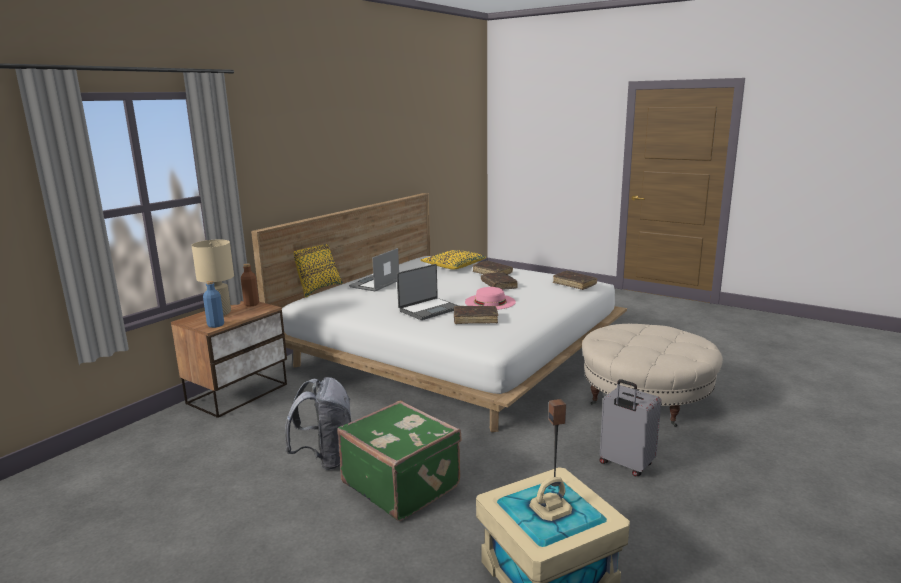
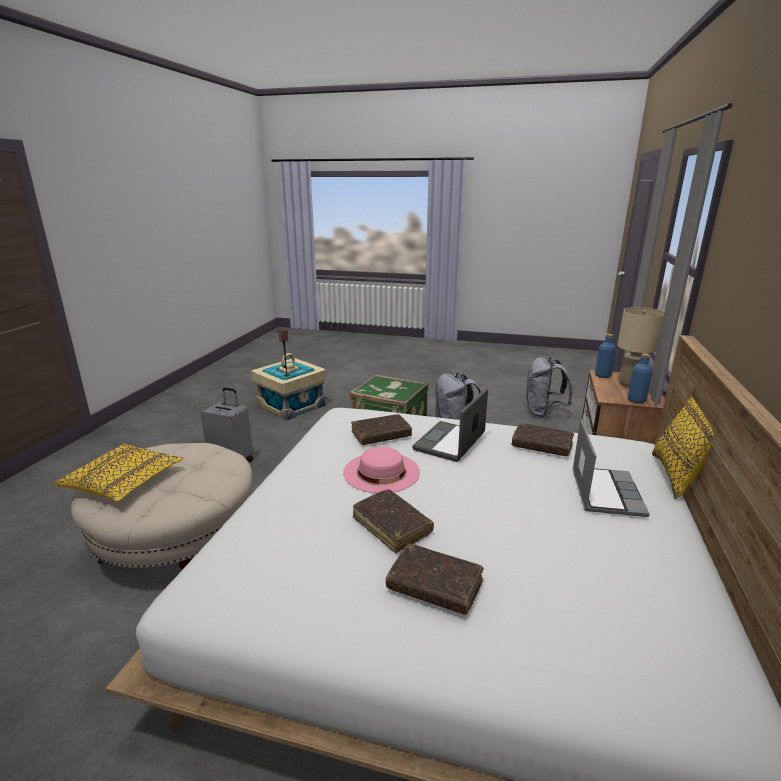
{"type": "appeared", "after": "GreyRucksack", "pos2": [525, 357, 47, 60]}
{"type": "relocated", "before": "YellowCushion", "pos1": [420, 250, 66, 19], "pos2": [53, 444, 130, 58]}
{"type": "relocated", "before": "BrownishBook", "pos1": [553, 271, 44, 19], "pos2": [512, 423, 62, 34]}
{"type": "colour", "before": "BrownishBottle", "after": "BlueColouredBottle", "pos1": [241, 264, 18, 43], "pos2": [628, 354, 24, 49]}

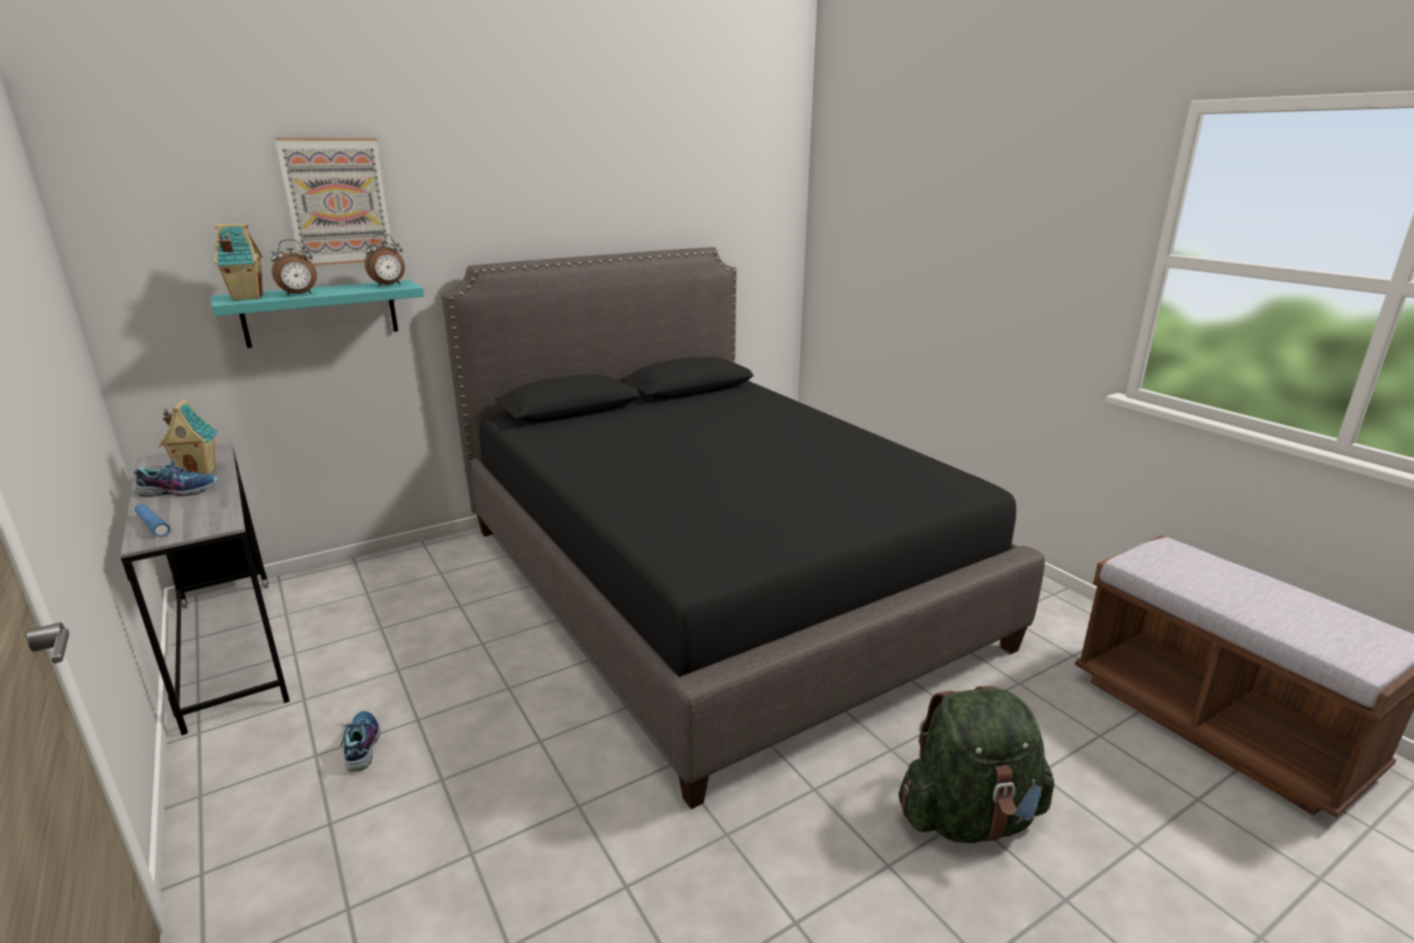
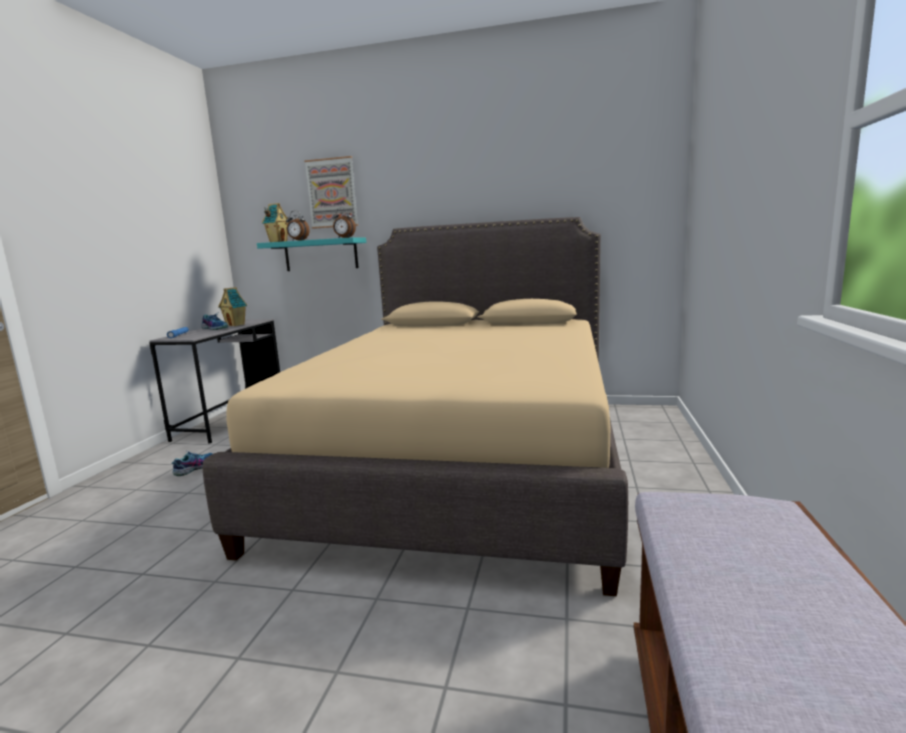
{"type": "missing", "before": "GreenColouredRucksack", "pos1": [899, 686, 155, 157]}
{"type": "colour", "before": "BlackColouredBedroomBed", "after": "BeigeBedroomBed", "pos1": [441, 247, 604, 562], "pos2": [203, 217, 425, 379]}

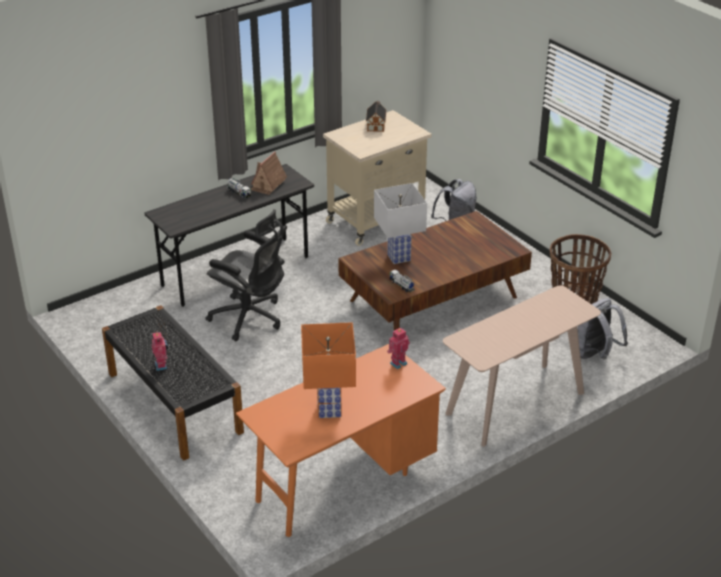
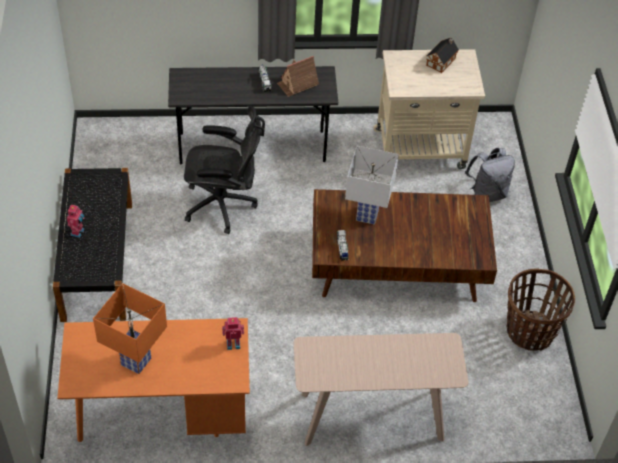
{"type": "missing", "before": "GreyRucksack", "pos1": [578, 298, 50, 62]}
{"type": "spun", "before": "DeskChair", "pos1": [205, 209, 82, 132], "pos2": [184, 106, 81, 128], "turn": -60}

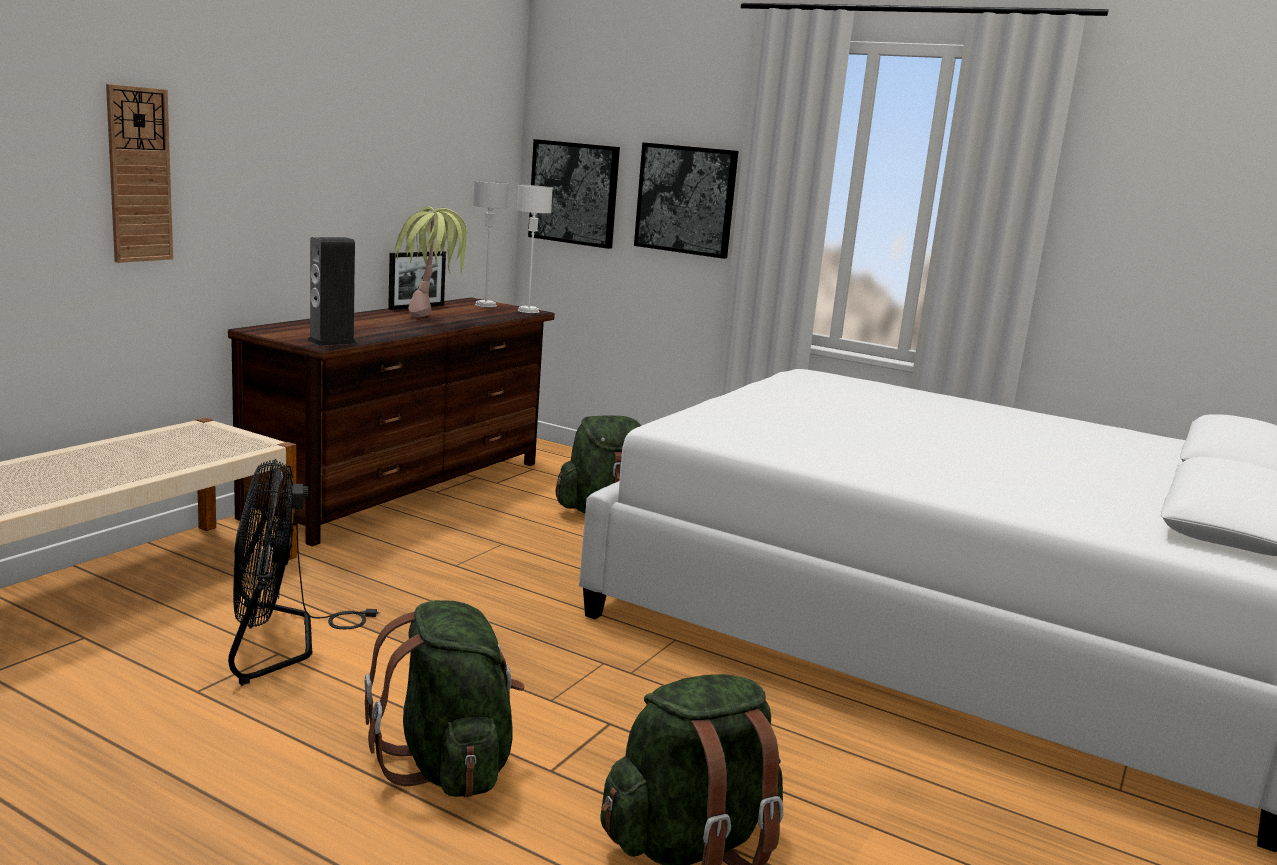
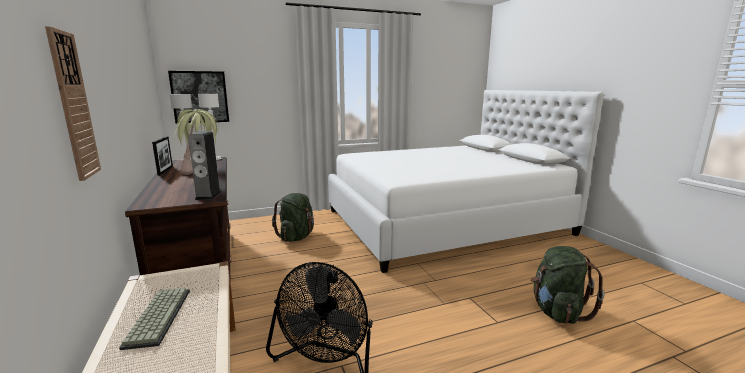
{"type": "missing", "before": "GreenColouredRucksack", "pos1": [364, 600, 161, 198]}
{"type": "missing", "before": "Picture", "pos1": [634, 142, 104, 117]}
{"type": "appeared", "after": "PcKeyboard", "pos2": [119, 288, 71, 62]}

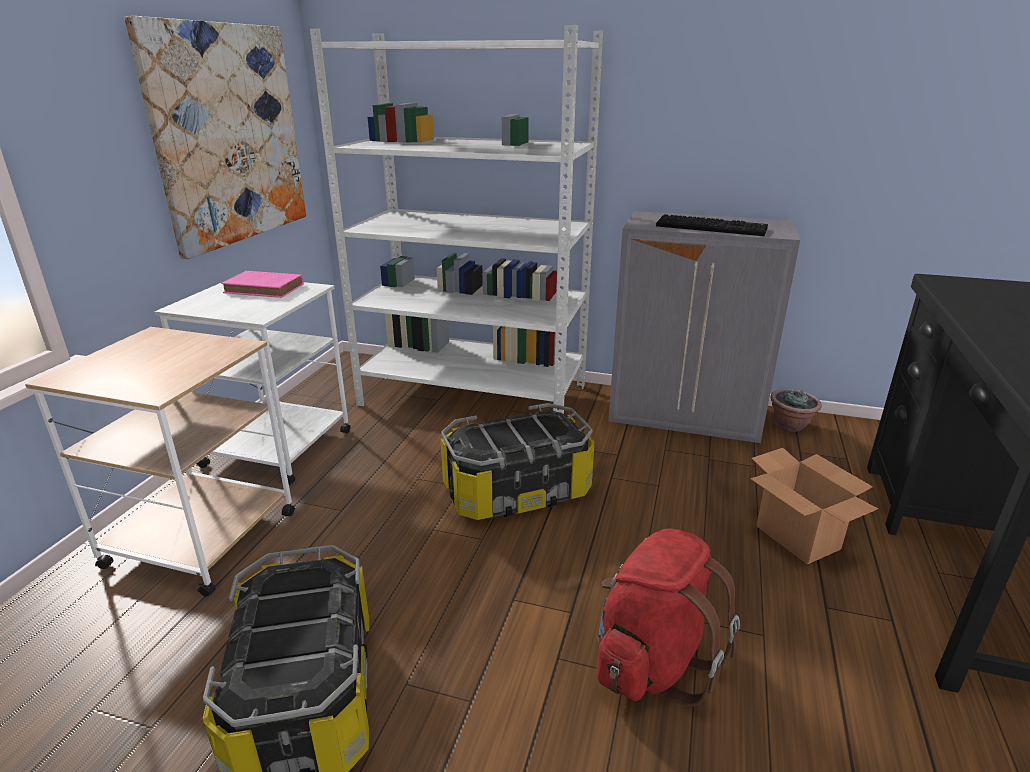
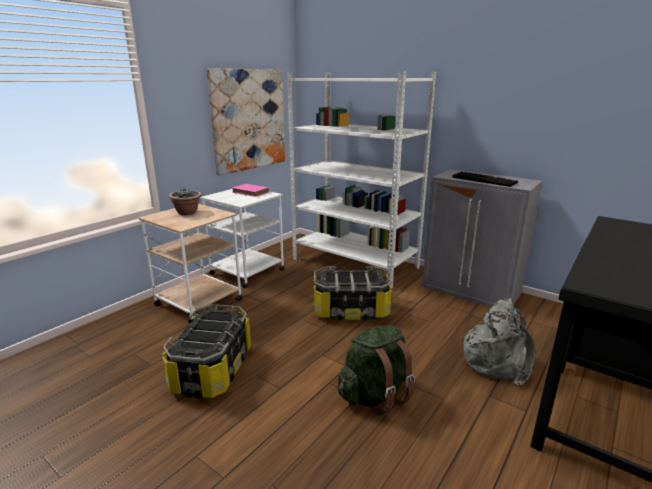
{"type": "relocated", "before": "PottedPlant", "pos1": [770, 389, 52, 43], "pos2": [169, 188, 33, 27]}
{"type": "exchanged", "before": "CardboardBox", "after": "GreyRucksack", "pos1": [750, 448, 128, 117], "pos2": [461, 298, 74, 88]}
{"type": "colour", "before": "RedColouredRucksack", "after": "GreenColouredRucksack", "pos1": [597, 529, 143, 178], "pos2": [338, 325, 77, 91]}

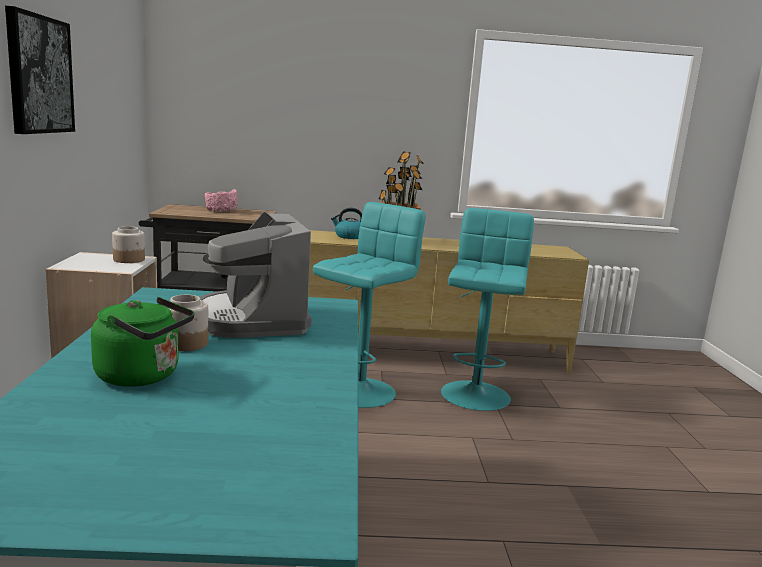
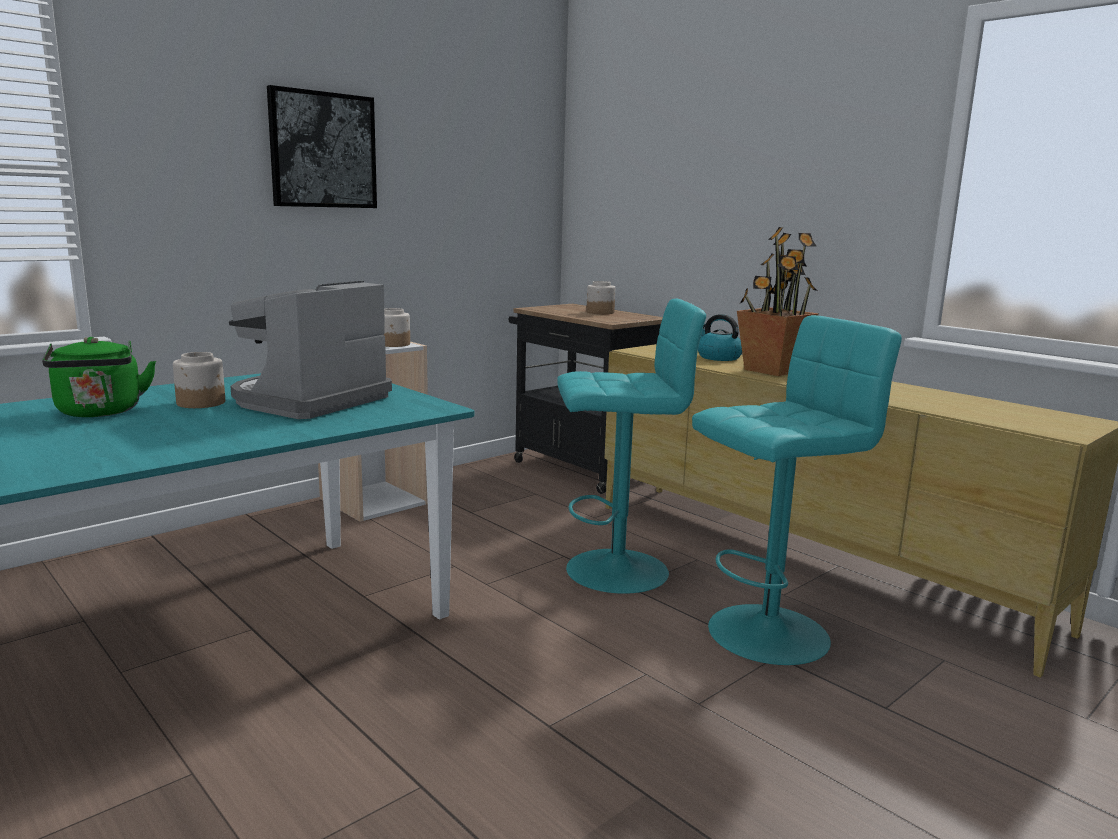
{"type": "exchanged", "before": "PinkServingBowl", "after": "Jar", "pos1": [205, 189, 33, 23], "pos2": [586, 281, 29, 33]}

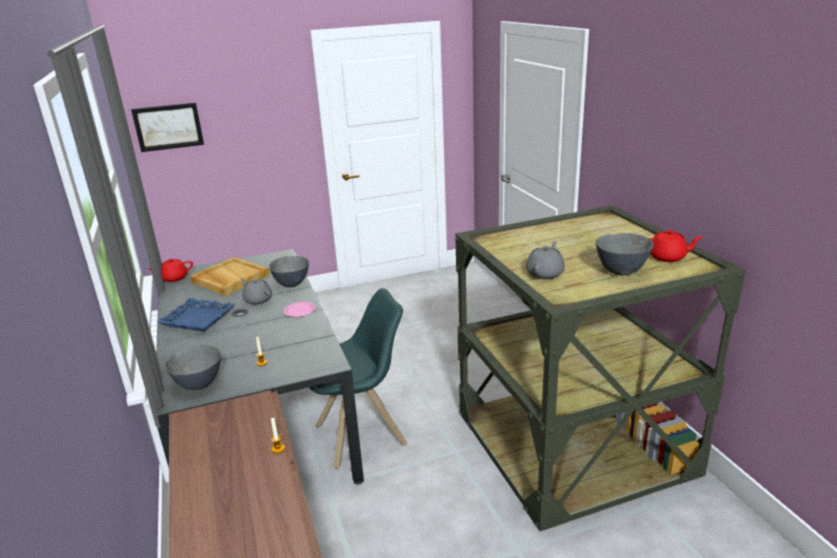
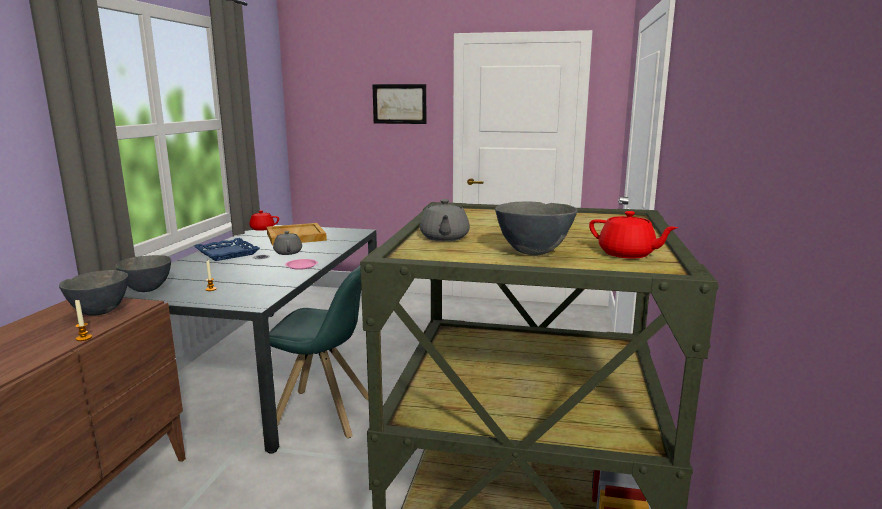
{"type": "relocated", "before": "Picture", "pos1": [131, 103, 73, 49], "pos2": [372, 84, 54, 40]}
{"type": "relocated", "before": "GreyServingBowl", "pos1": [269, 256, 40, 31], "pos2": [59, 270, 69, 46]}
{"type": "spun", "before": "GreyPotForTea", "pos1": [526, 241, 39, 38], "pos2": [420, 199, 50, 42], "turn": 120}

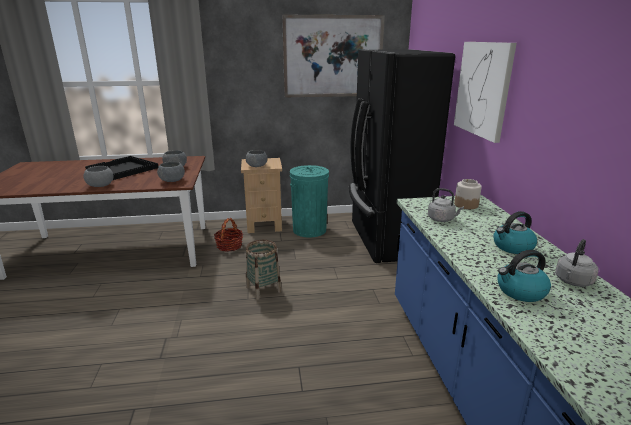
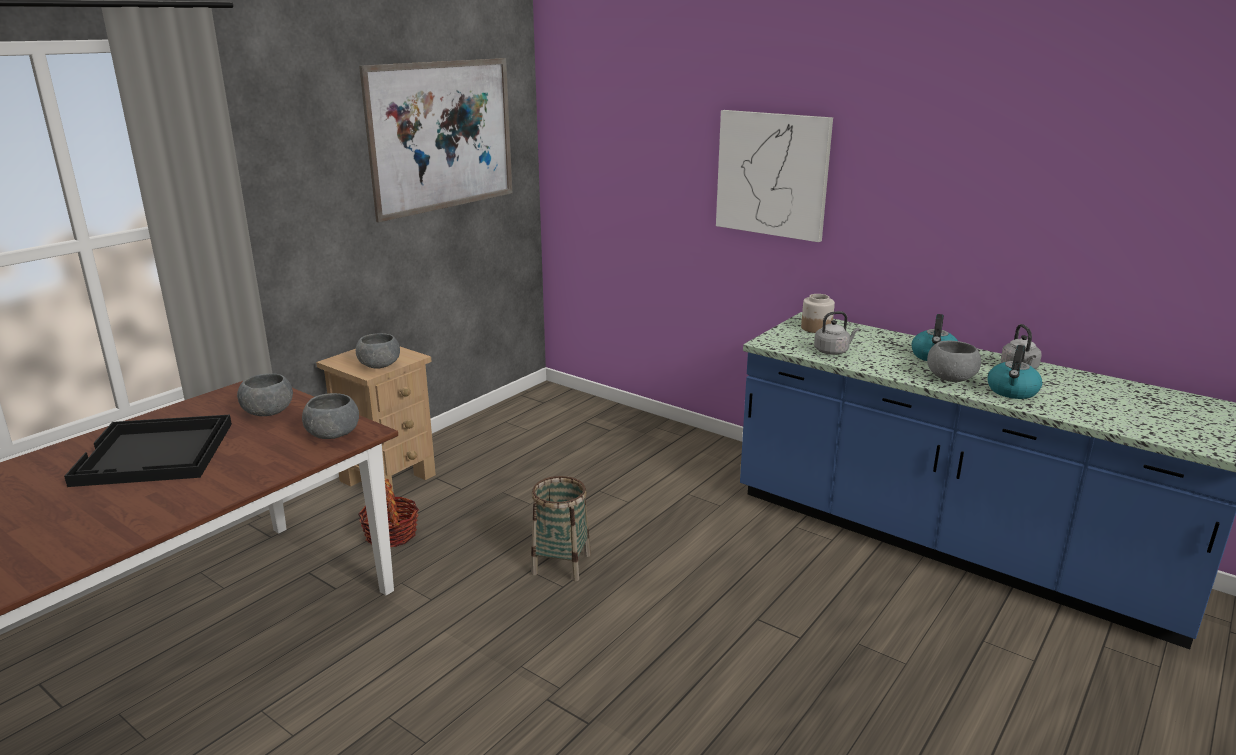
{"type": "missing", "before": "BlueGreenWasteBin", "pos1": [290, 165, 39, 72]}
{"type": "missing", "before": "BlackColouredKitchenFridge", "pos1": [349, 49, 106, 214]}
{"type": "relocated", "before": "GreyServingBowl", "pos1": [83, 166, 31, 21], "pos2": [927, 341, 54, 41]}

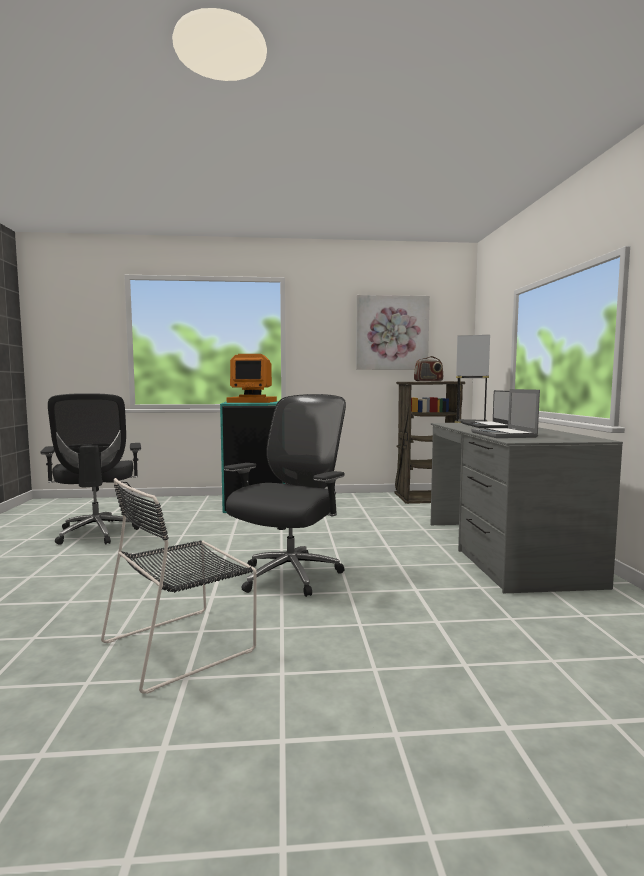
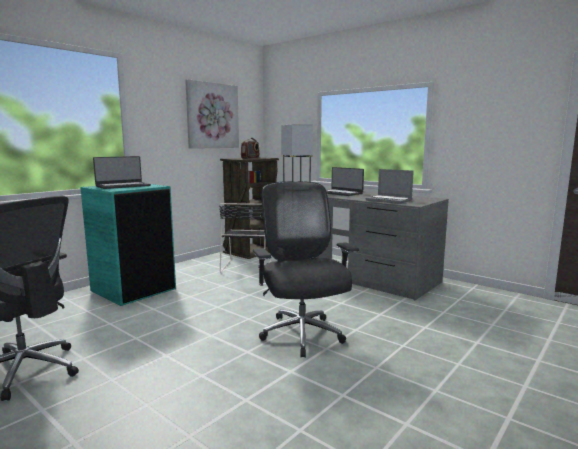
{"type": "relocated", "before": "BlackColouredUprightChair", "pos1": [101, 478, 156, 216], "pos2": [219, 203, 52, 70]}
{"type": "exchanged", "before": "Monitor", "after": "NotebookComputer", "pos1": [227, 354, 50, 49], "pos2": [93, 156, 58, 33]}

